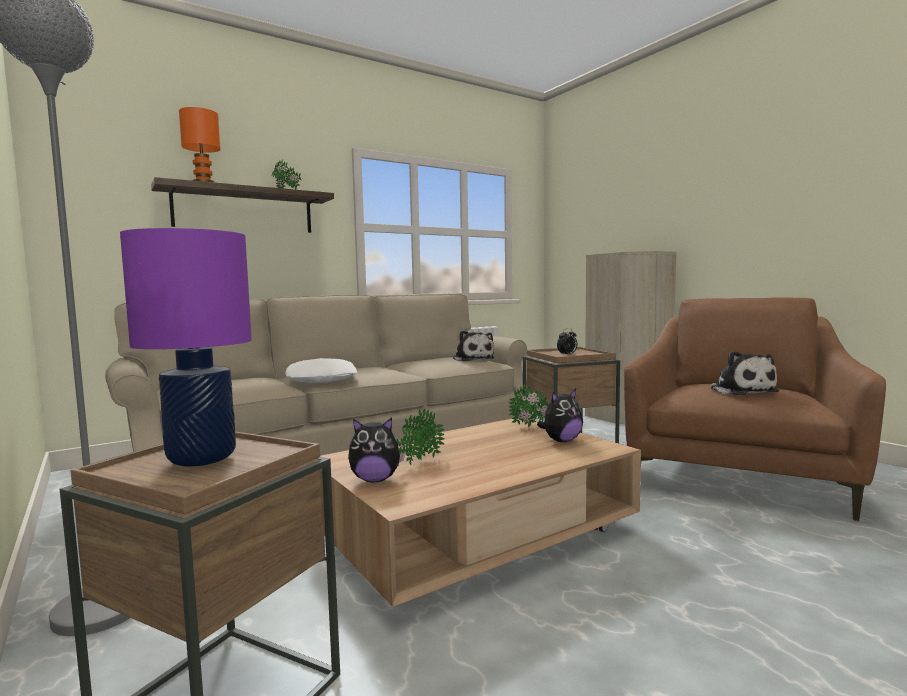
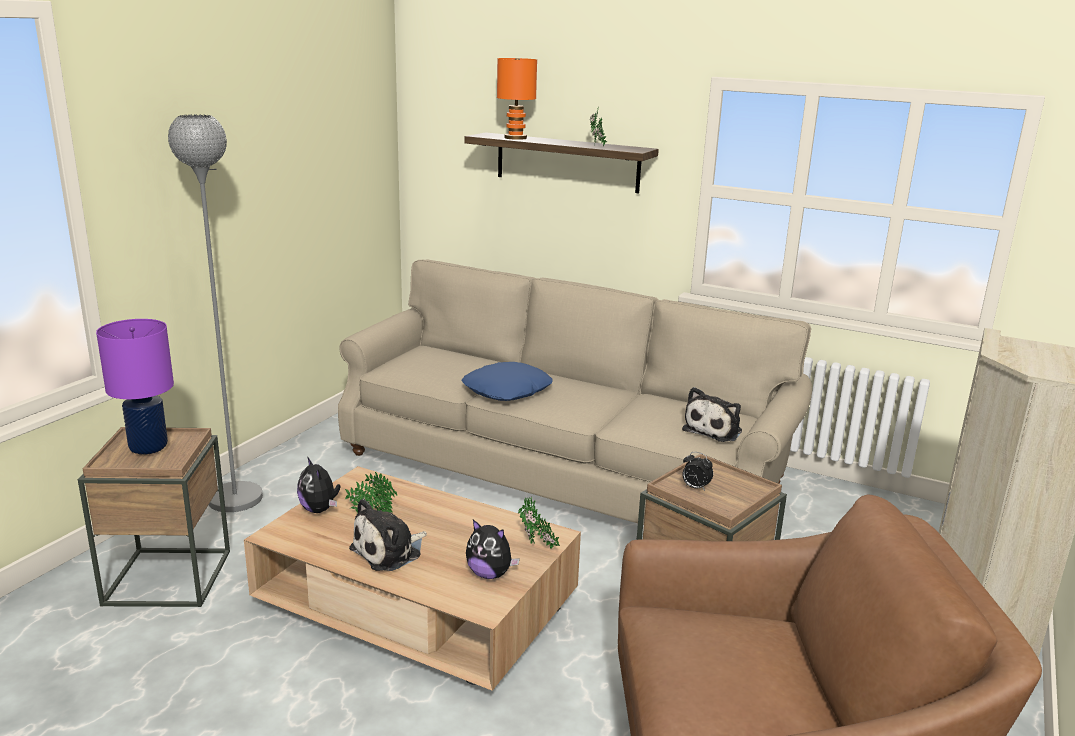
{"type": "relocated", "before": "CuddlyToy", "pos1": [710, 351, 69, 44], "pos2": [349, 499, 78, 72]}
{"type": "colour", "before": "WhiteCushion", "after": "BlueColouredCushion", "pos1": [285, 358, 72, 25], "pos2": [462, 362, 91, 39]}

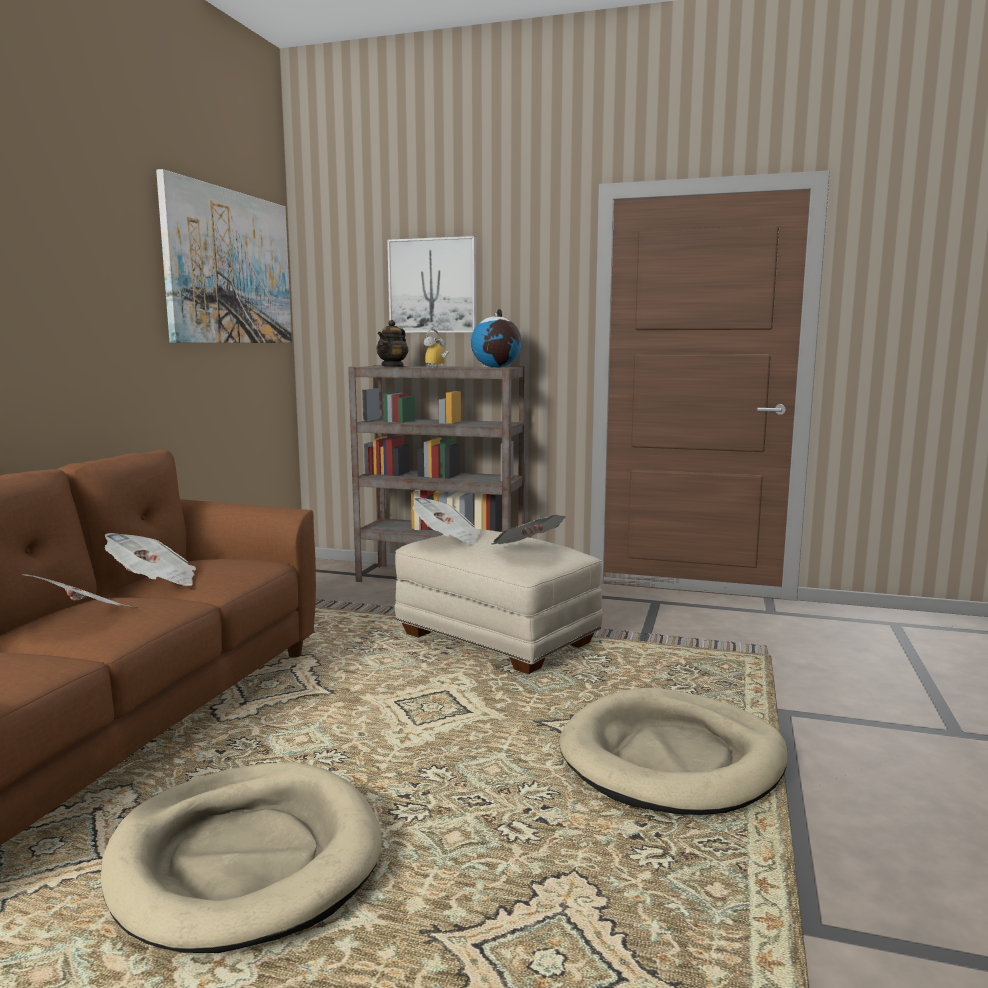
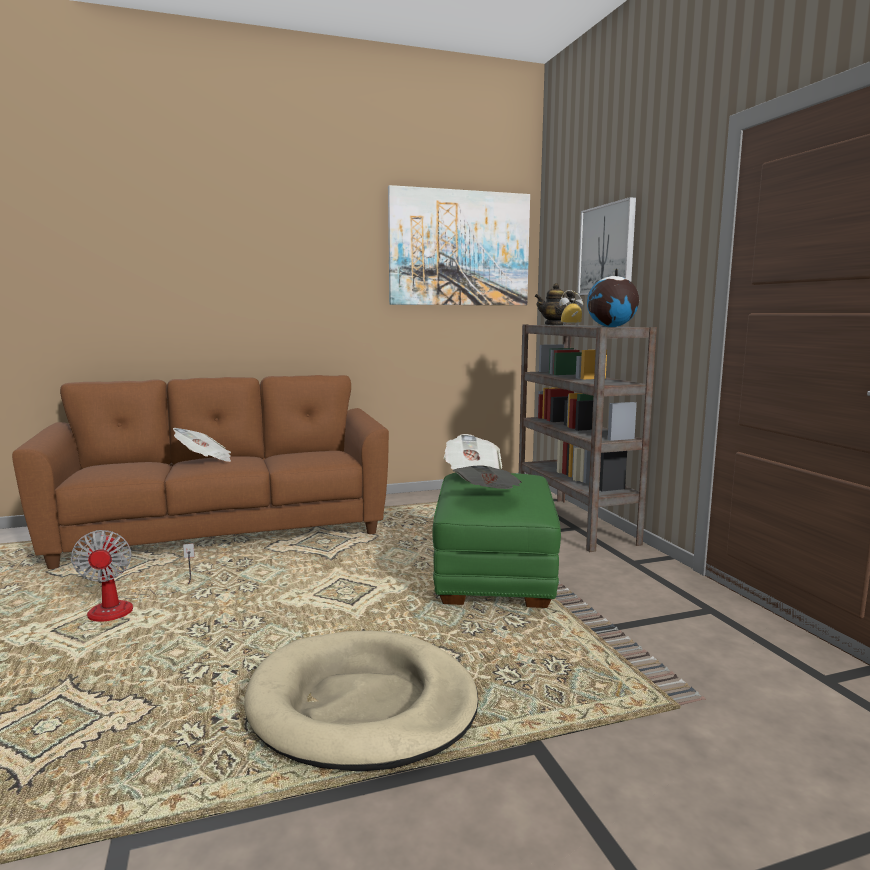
{"type": "missing", "before": "Newspaper", "pos1": [104, 533, 92, 53]}
{"type": "exchanged", "before": "BeigeDogCushion", "after": "Fan", "pos1": [100, 762, 282, 191], "pos2": [71, 530, 124, 92]}
{"type": "colour", "before": "BeigeFootrest", "after": "GreenColouredFootrest", "pos1": [395, 529, 208, 145], "pos2": [432, 473, 129, 135]}

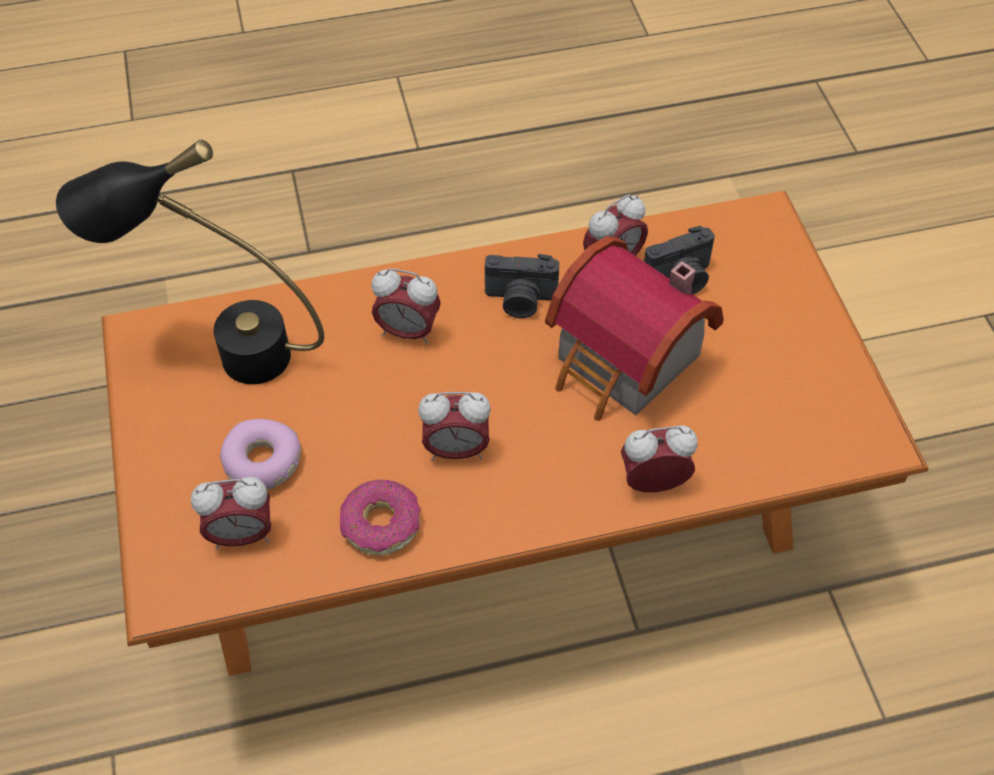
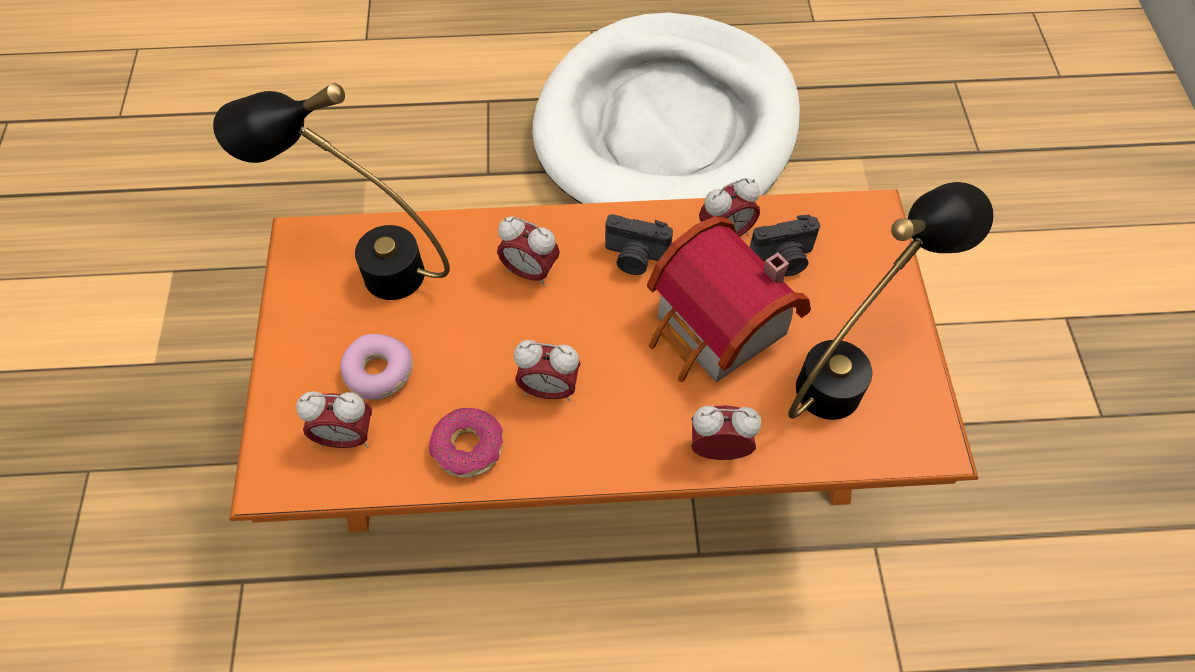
{"type": "appeared", "after": "WhiteDogCushion", "pos2": [532, 12, 268, 192]}
{"type": "appeared", "after": "BlackColouredTabletopLamp", "pos2": [788, 182, 205, 238]}

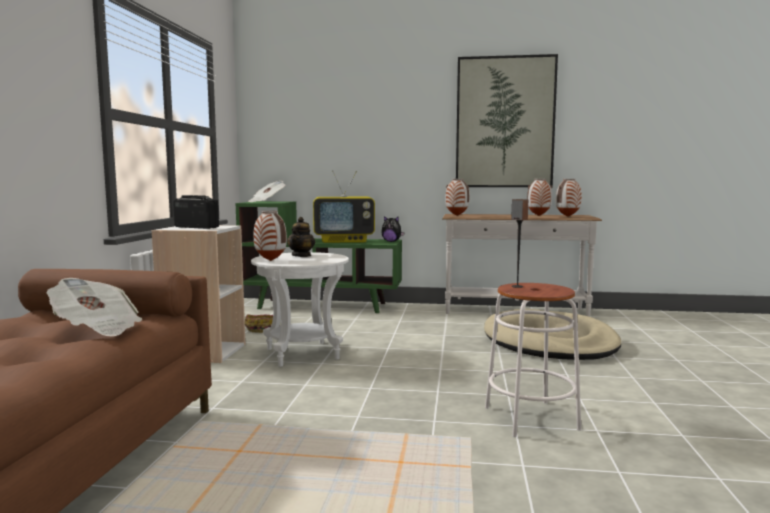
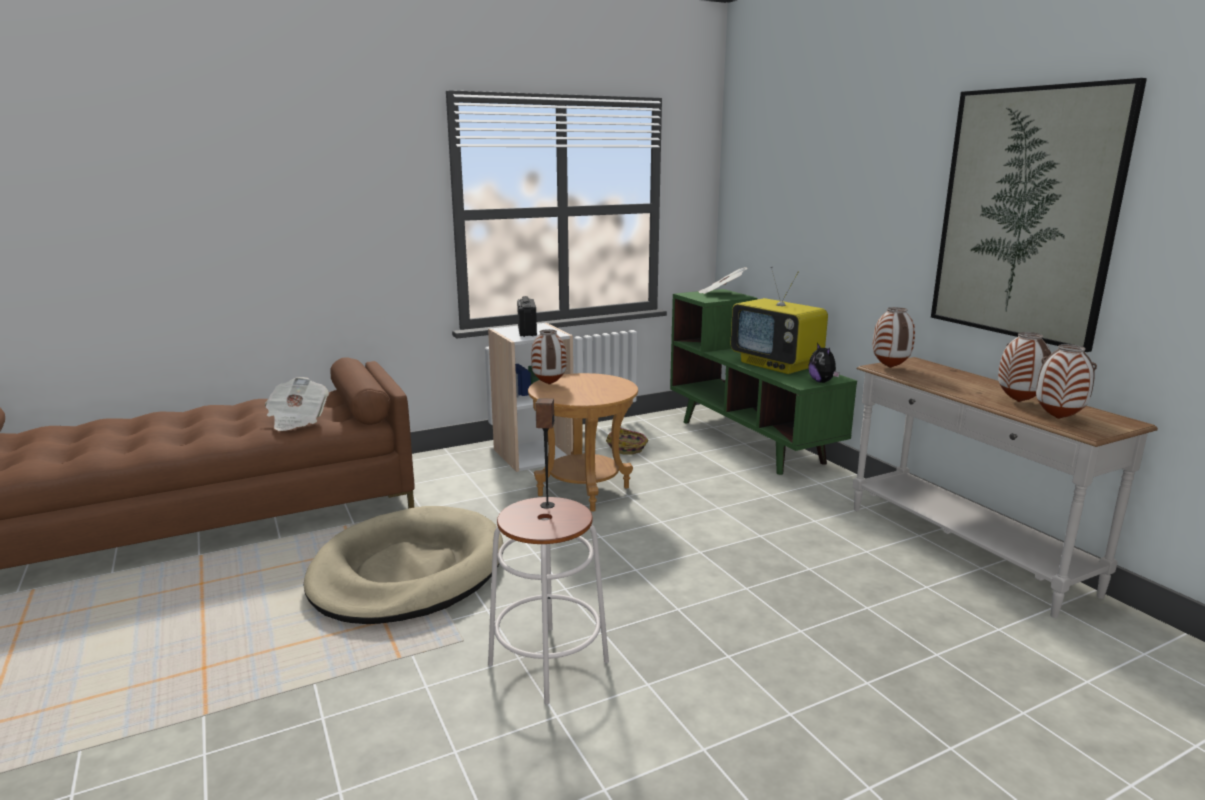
{"type": "missing", "before": "PotForTea", "pos1": [287, 217, 28, 40]}
{"type": "relocated", "before": "BeigeDogCushion", "pos1": [484, 309, 138, 51], "pos2": [304, 506, 199, 118]}
{"type": "colour", "before": "WhiteSideTable", "after": "BrownishSideTable", "pos1": [251, 252, 98, 115], "pos2": [528, 373, 110, 139]}

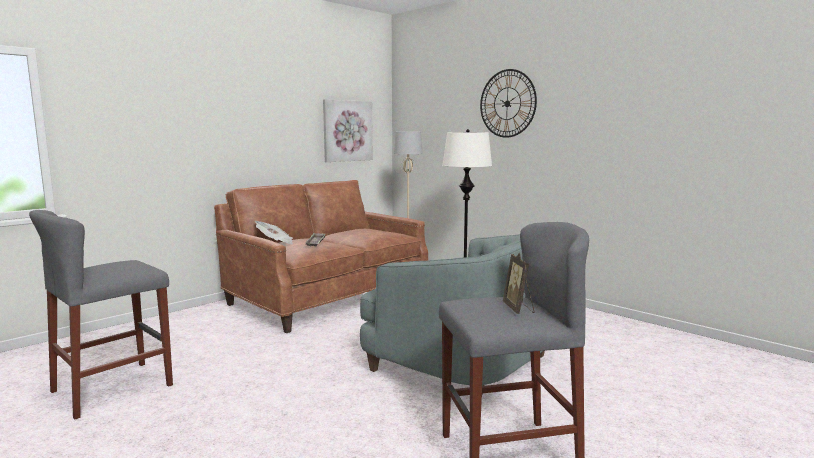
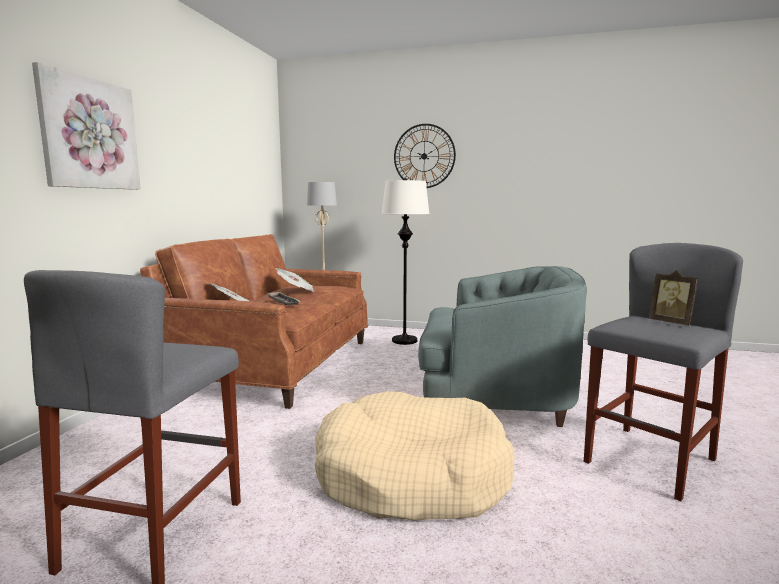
{"type": "appeared", "after": "Newspaper", "pos2": [275, 268, 39, 24]}
{"type": "appeared", "after": "BeigeDogCushion", "pos2": [315, 391, 200, 130]}
{"type": "relocated", "before": "Picture", "pos1": [323, 99, 50, 63], "pos2": [32, 62, 109, 128]}

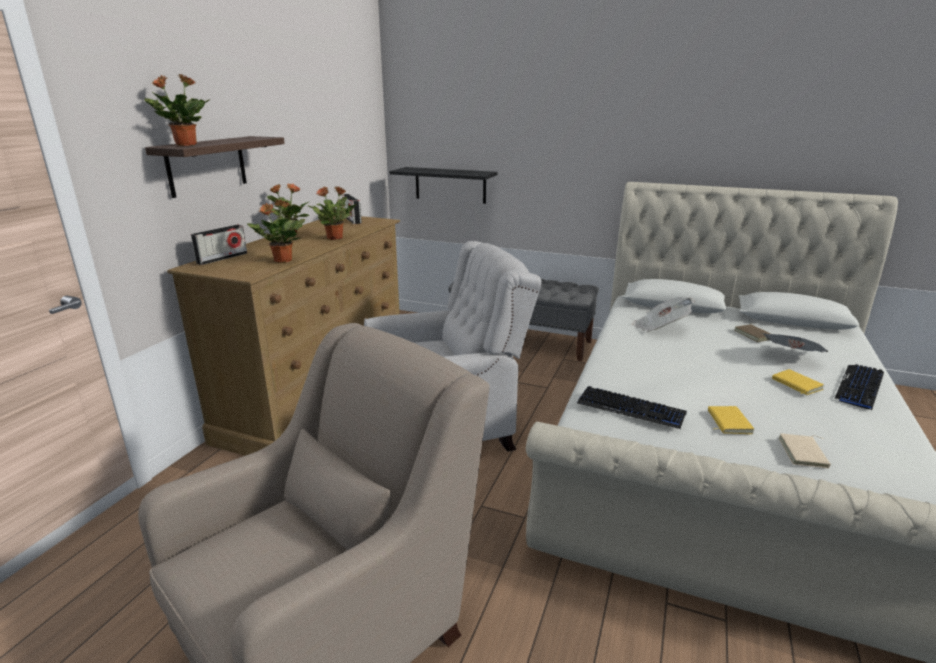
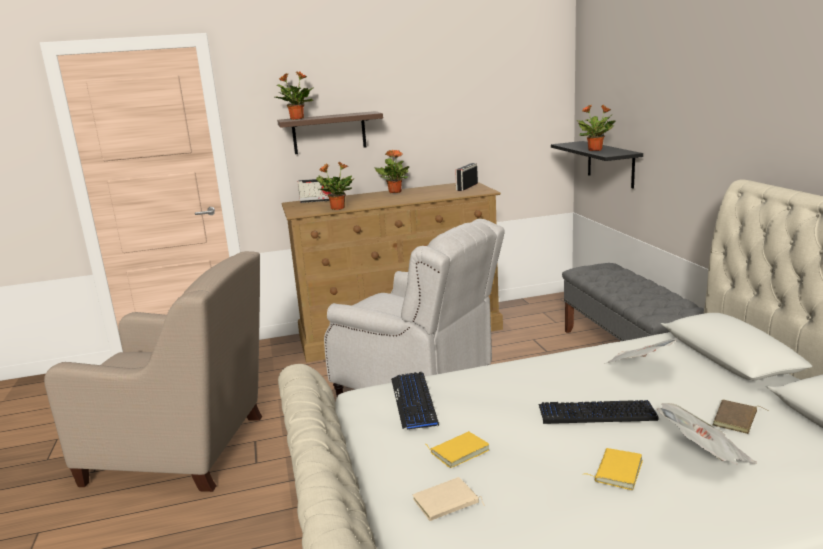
{"type": "relocated", "before": "PottedPlant", "pos1": [307, 186, 50, 54], "pos2": [576, 104, 40, 47]}
{"type": "relocated", "before": "PcKeyboard", "pos1": [834, 364, 50, 46], "pos2": [538, 400, 120, 24]}

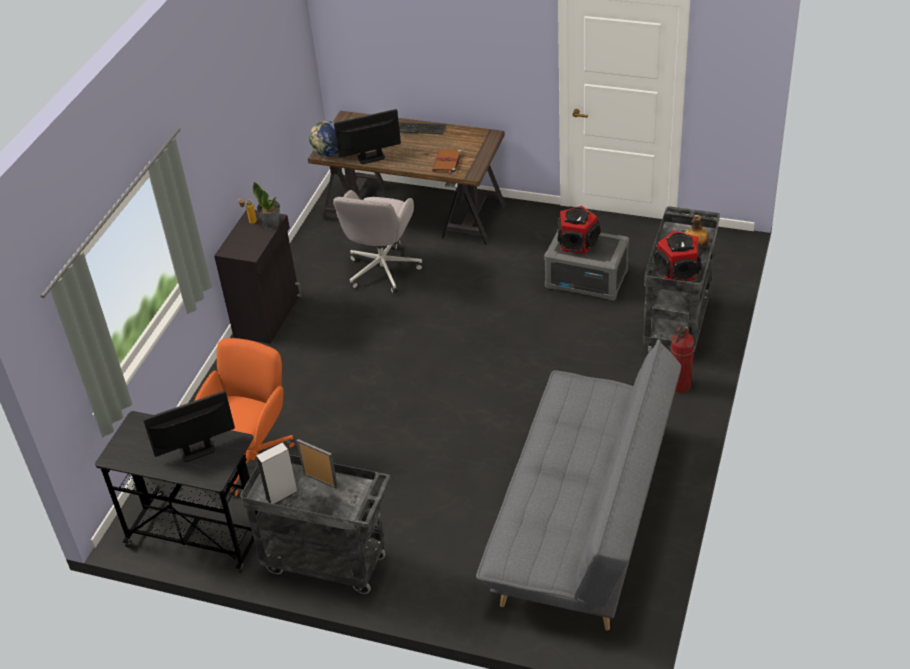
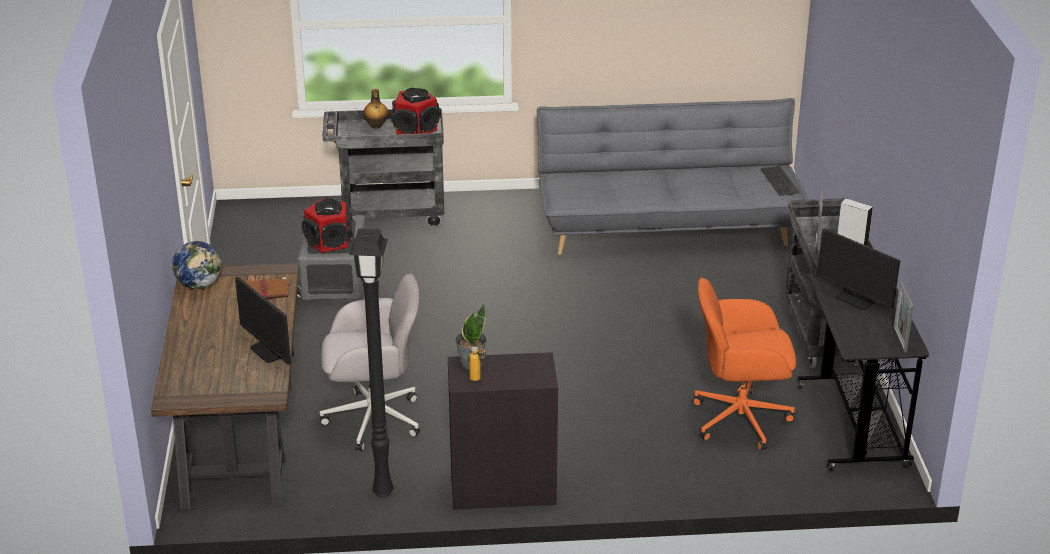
{"type": "missing", "before": "FireFightingCylinder", "pos1": [671, 325, 23, 68]}
{"type": "appeared", "after": "BlackColouredStandingLamp", "pos2": [349, 229, 44, 268]}
{"type": "appeared", "after": "PhotoFrame", "pos2": [893, 282, 21, 71]}
{"type": "relocated", "before": "Globe", "pos1": [309, 121, 29, 35], "pos2": [172, 241, 49, 48]}
{"type": "relocated", "before": "PcKeyboard", "pos1": [399, 122, 47, 12], "pos2": [761, 166, 39, 30]}

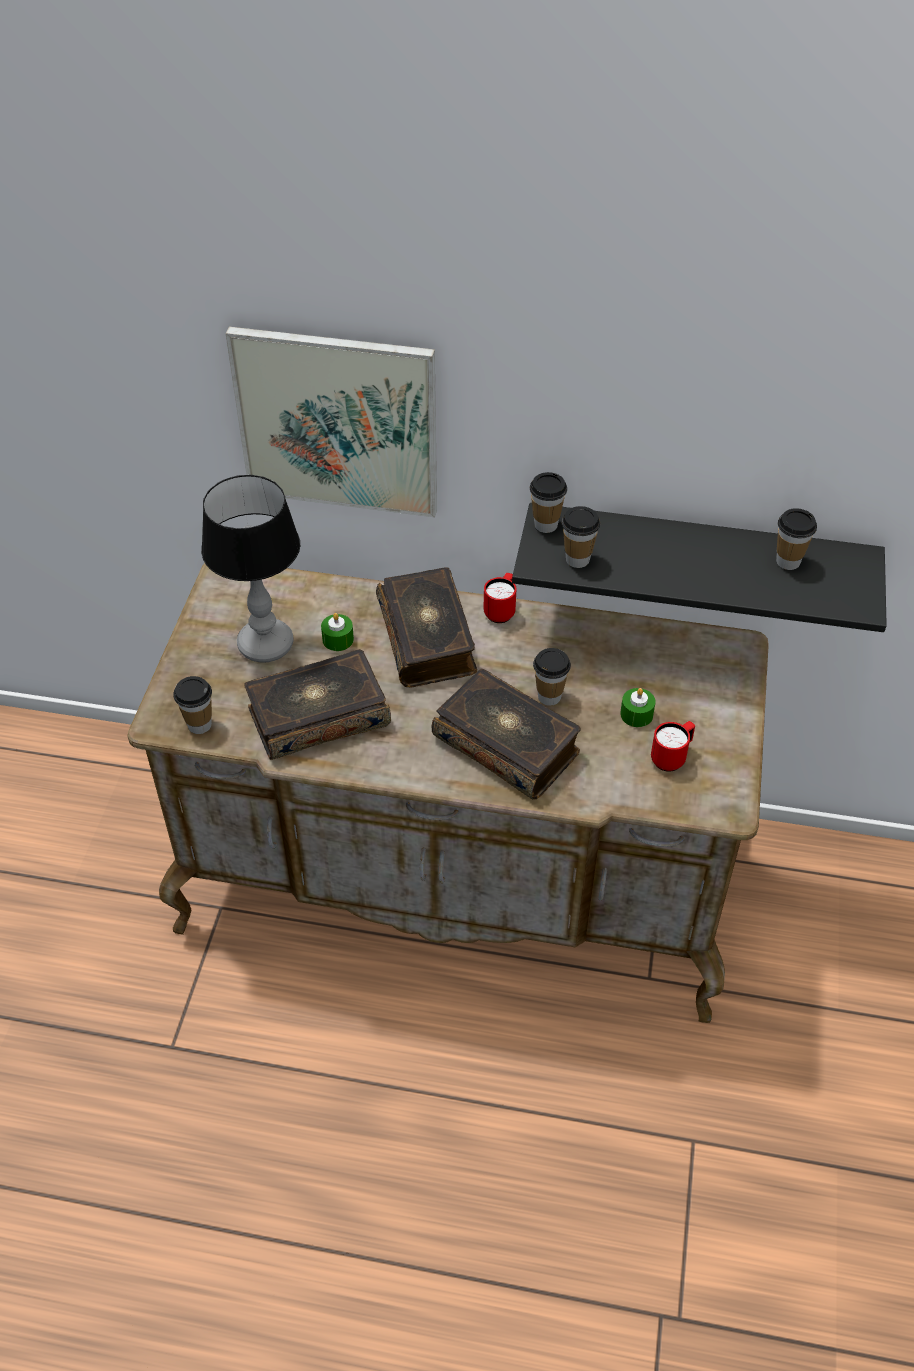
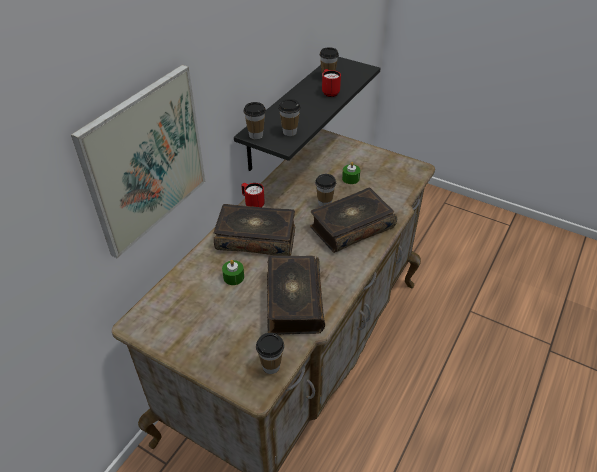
{"type": "missing", "before": "TabletopLamp", "pos1": [201, 475, 99, 188]}
{"type": "relocated", "before": "RedColouredCoffeeMug", "pos1": [651, 721, 44, 51], "pos2": [322, 69, 19, 28]}

